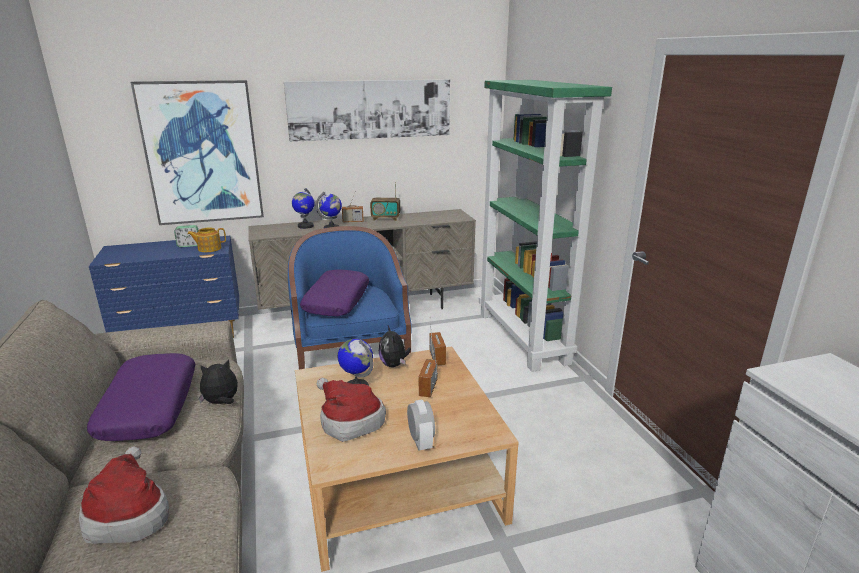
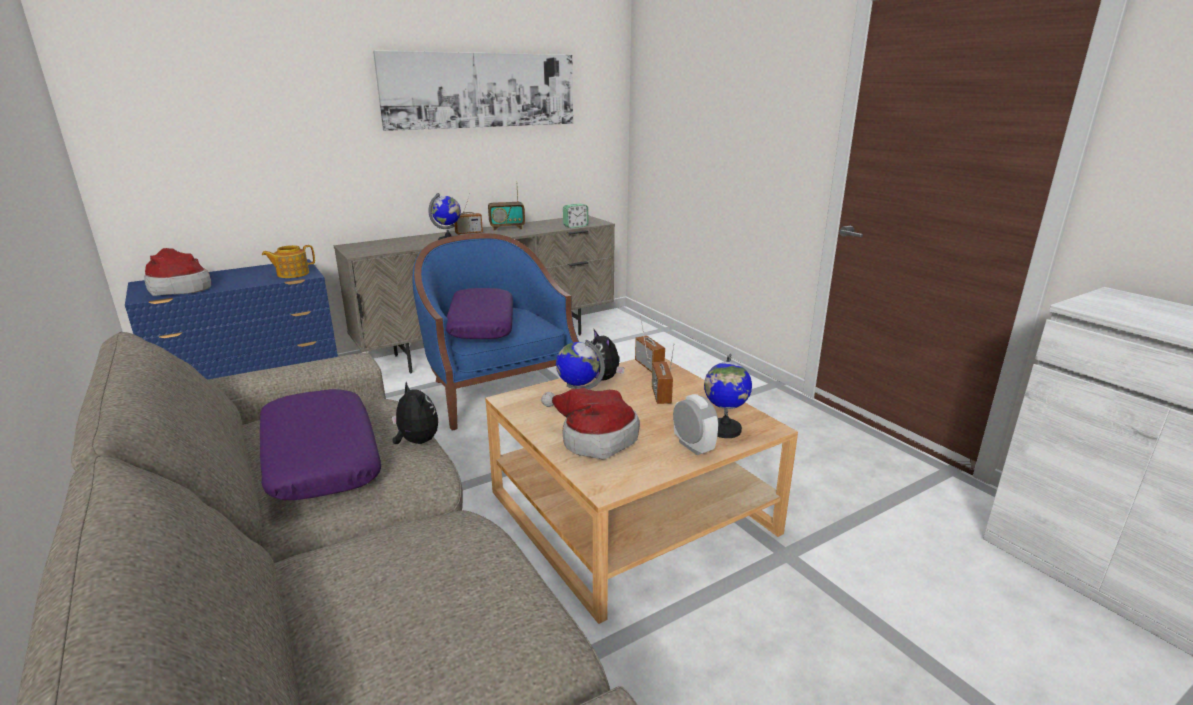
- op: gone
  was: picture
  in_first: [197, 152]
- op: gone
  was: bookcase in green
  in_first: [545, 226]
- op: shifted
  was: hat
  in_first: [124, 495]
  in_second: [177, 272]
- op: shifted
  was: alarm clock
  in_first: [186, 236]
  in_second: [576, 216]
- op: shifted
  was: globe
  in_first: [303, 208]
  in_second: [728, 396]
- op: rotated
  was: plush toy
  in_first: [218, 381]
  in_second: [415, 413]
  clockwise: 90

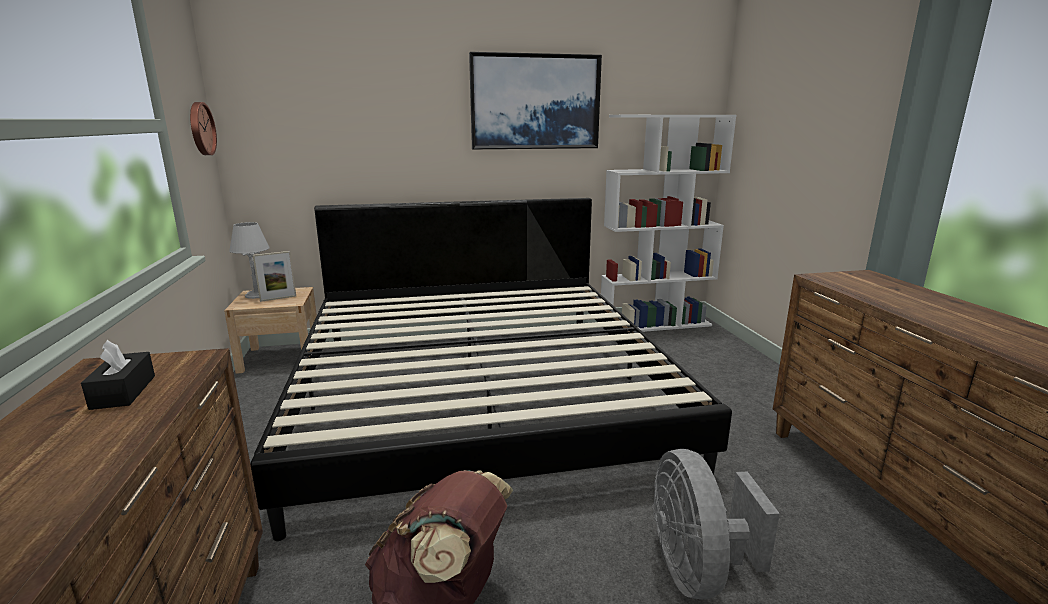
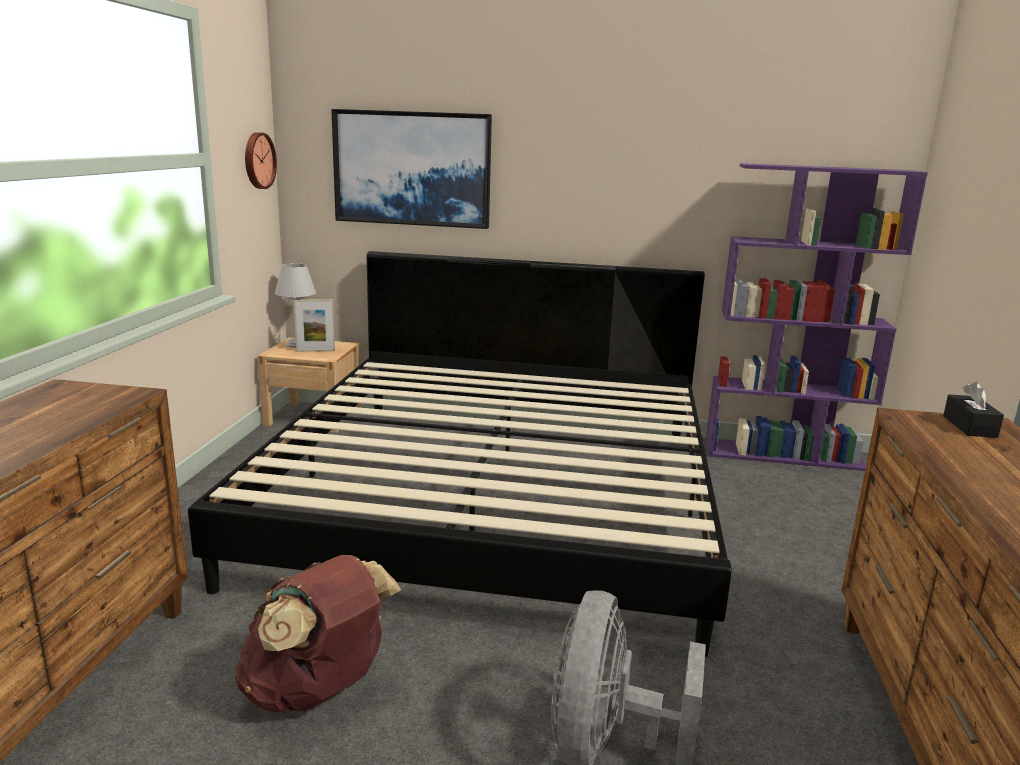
- op: shifted
  was: tissue box in black
  in_first: [118, 375]
  in_second: [973, 409]
- op: shifted
  was: picture
  in_first: [535, 100]
  in_second: [411, 169]
- op: repainted
  was: bookcase in white
  now: bookcase in purple
  in_first: [668, 223]
  in_second: [816, 317]

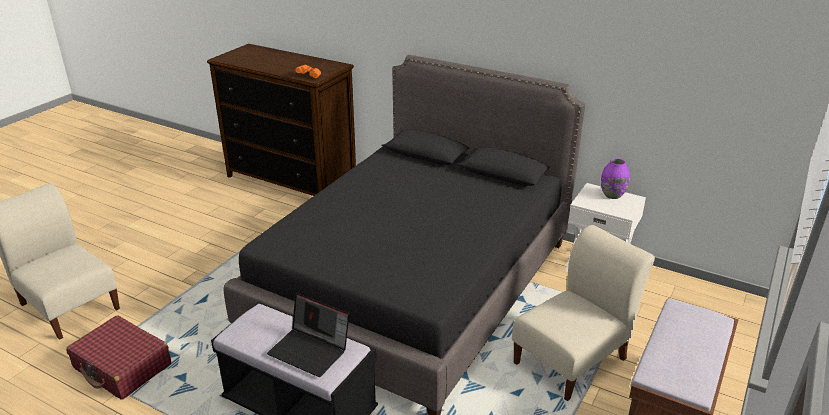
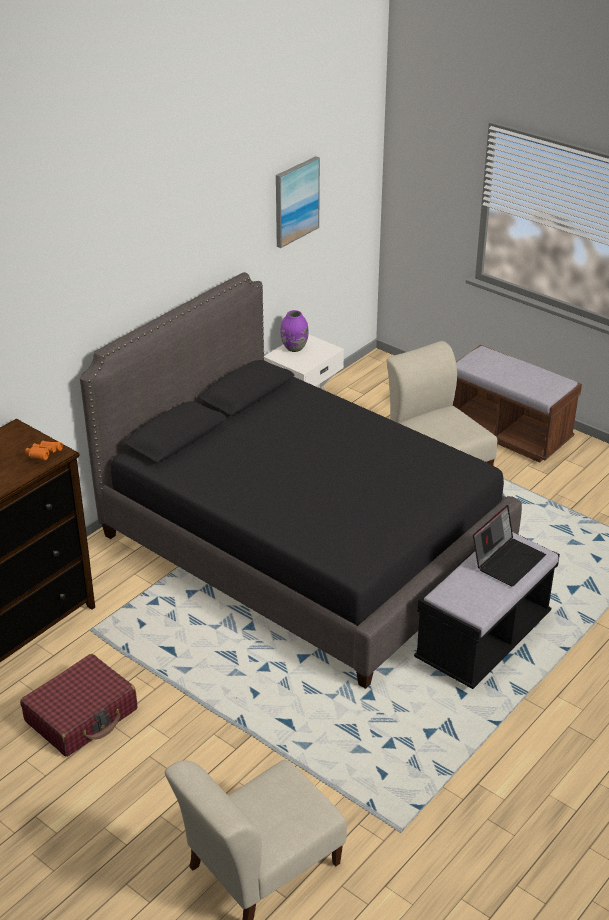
- op: new
  now: picture
  in_second: [298, 202]
- op: shifted
  was: suitcase in red
  in_first: [118, 357]
  in_second: [78, 705]

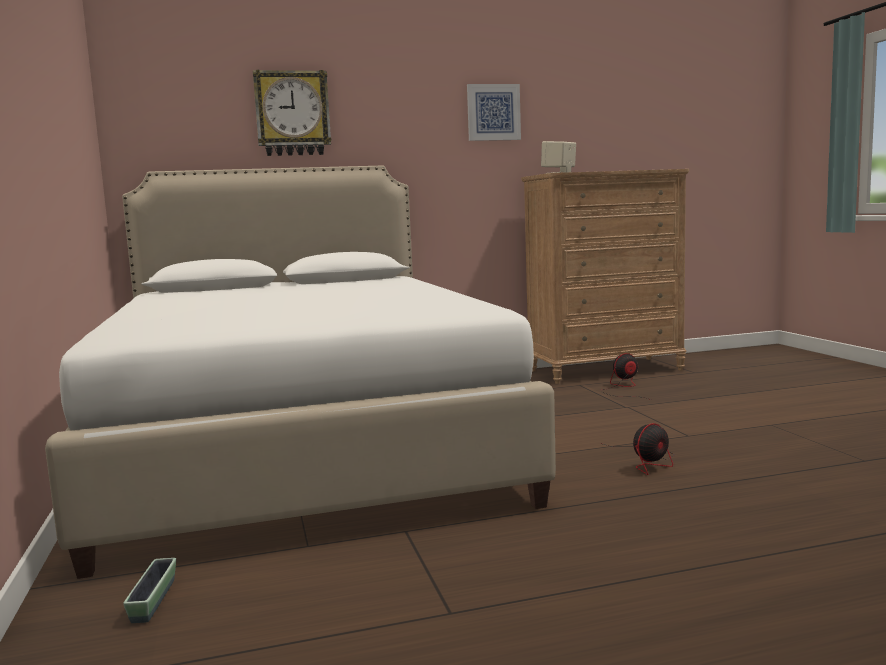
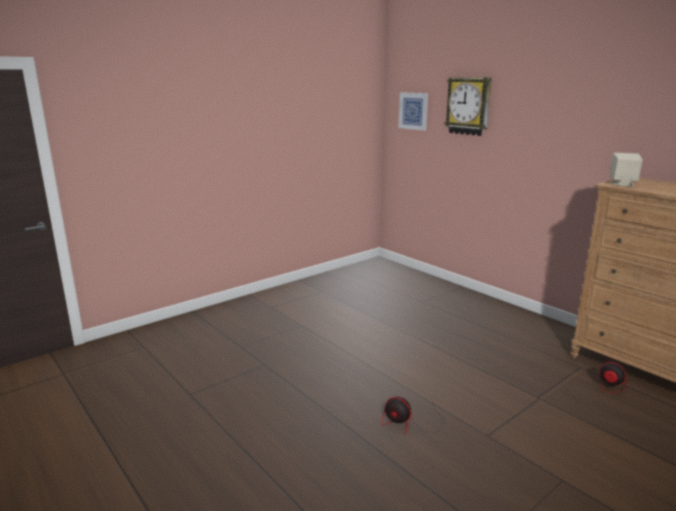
- op: gone
  was: bed in white
  in_first: [300, 372]
- op: gone
  was: planter
  in_first: [149, 590]
- op: shifted
  was: picture
  in_first: [494, 112]
  in_second: [413, 111]

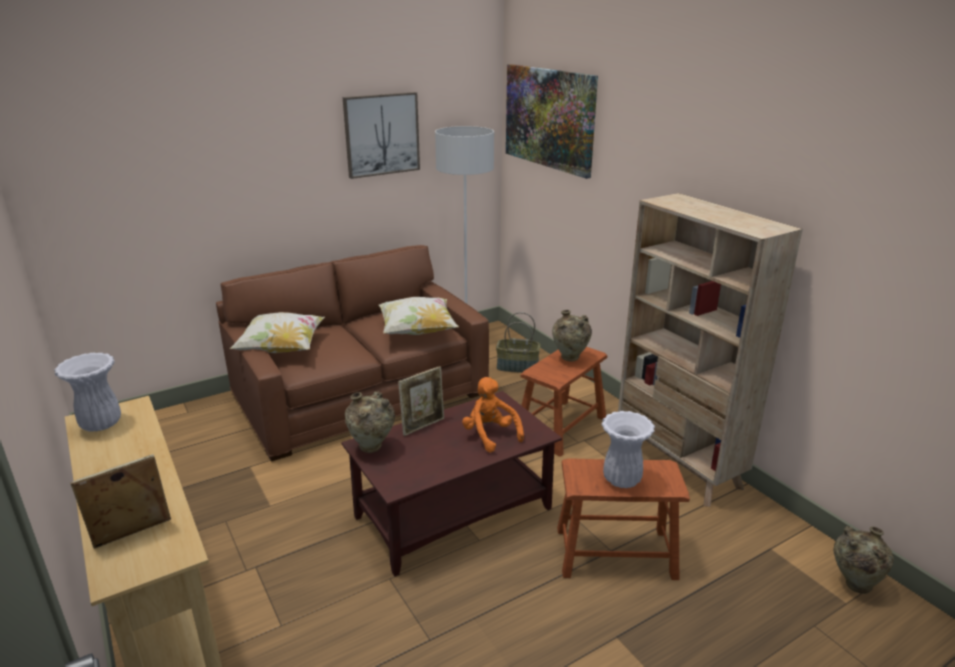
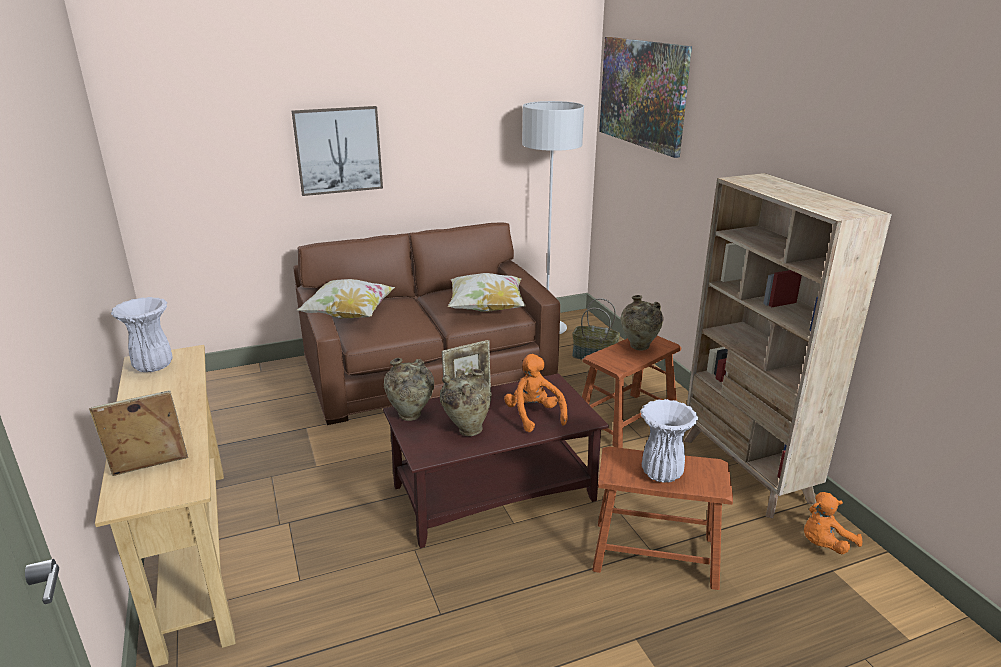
- op: new
  now: plush toy in orange
  in_second: [833, 523]
- op: shifted
  was: picture
  in_first: [381, 135]
  in_second: [337, 151]
- op: shifted
  was: vase in beige
  in_first: [863, 560]
  in_second: [466, 402]

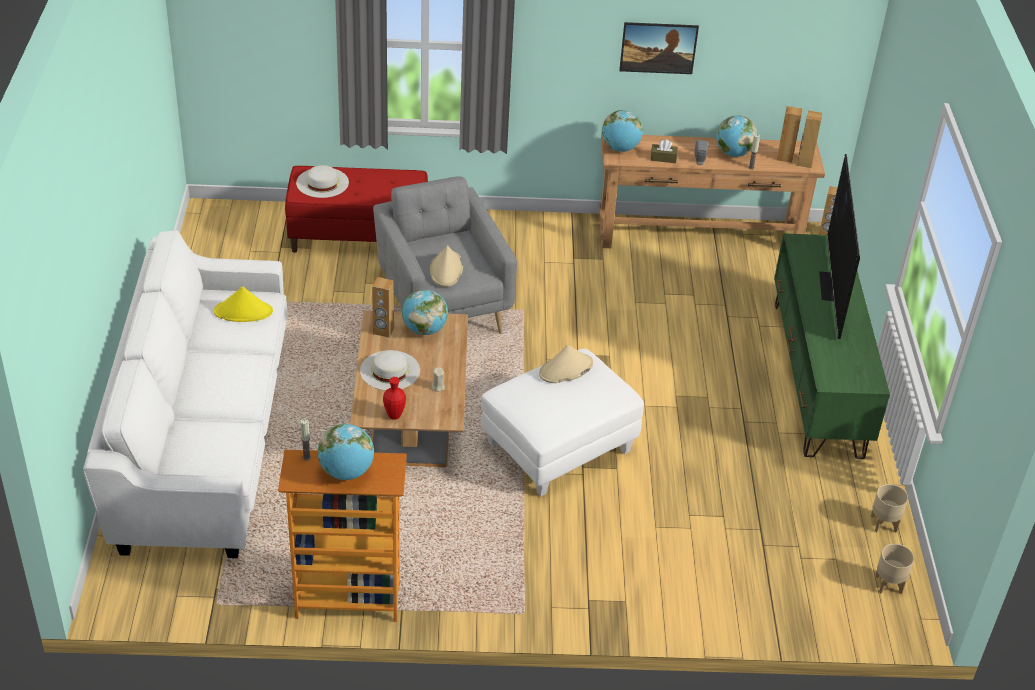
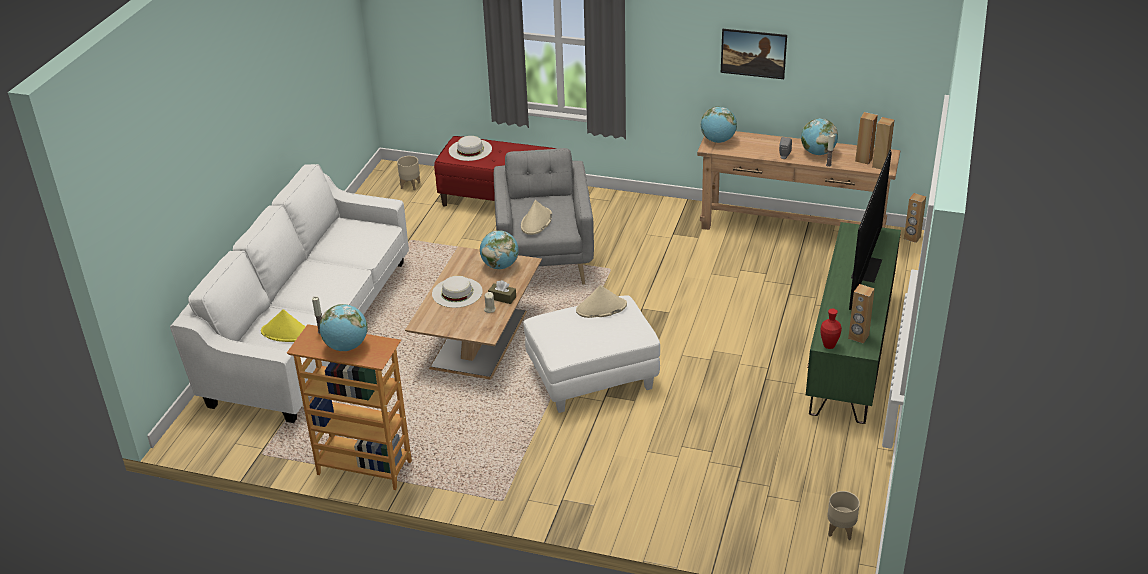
- op: shifted
  was: hat in yellow
  in_first: [243, 304]
  in_second: [283, 325]
- op: shifted
  was: speaker in brown
  in_first: [383, 307]
  in_second: [861, 314]
- op: shifted
  was: vase in red
  in_first: [394, 398]
  in_second: [831, 329]
- op: shifted
  was: tissue box in brown
  in_first: [664, 151]
  in_second: [502, 292]
- op: shifted
  was: planter in beige
  in_first: [889, 508]
  in_second: [408, 173]

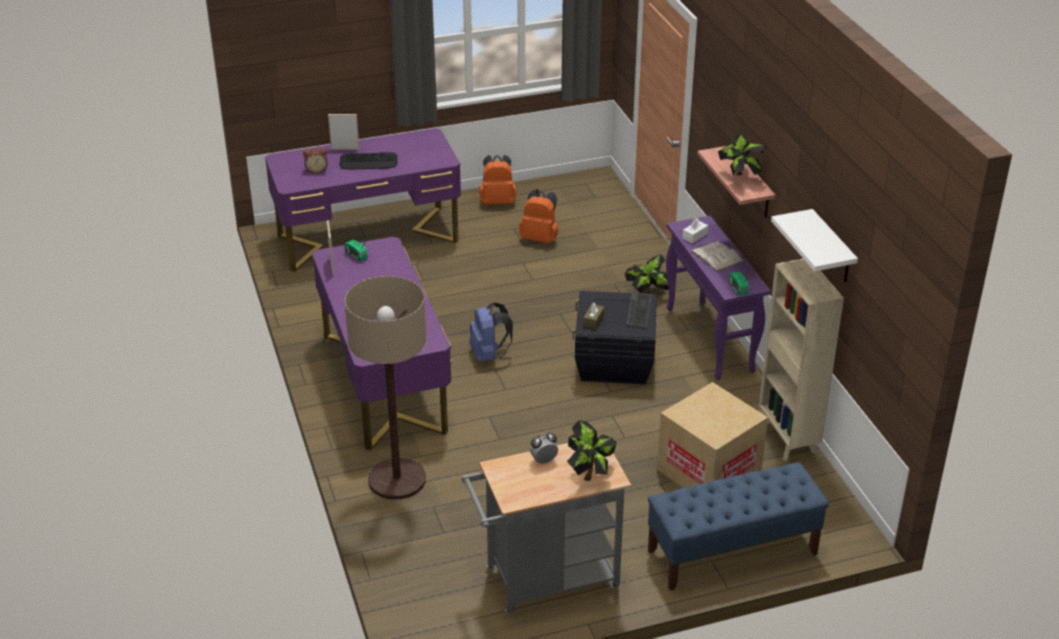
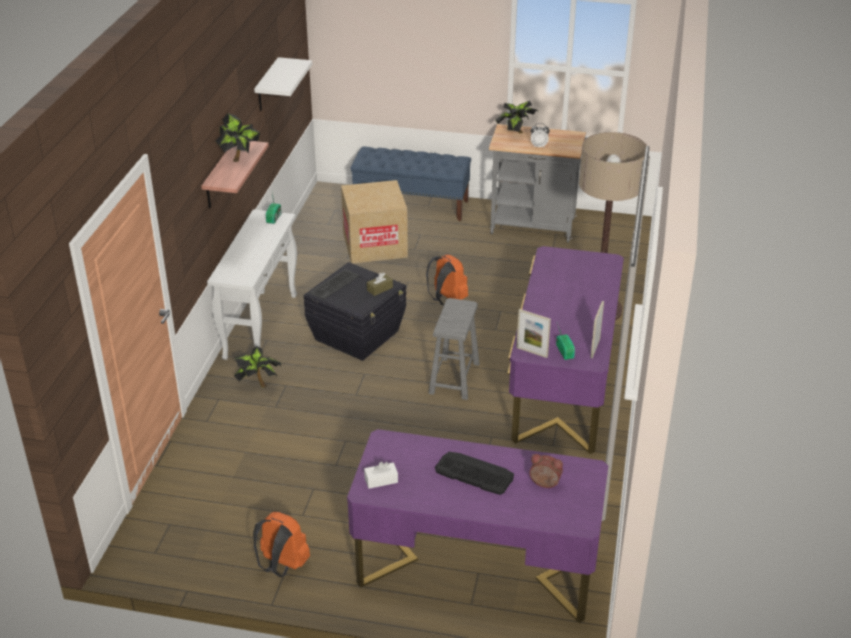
- op: gone
  was: book in white
  in_first: [717, 256]
- op: gone
  was: bookcase in beige
  in_first: [801, 360]
- op: shifted
  was: picture frame
  in_first: [343, 132]
  in_second: [533, 333]
- op: shifted
  was: backpack in orange
  in_first: [538, 216]
  in_second: [447, 280]
- op: shifted
  was: tissue box in white
  in_first: [695, 230]
  in_second: [381, 475]
- op: swapped
  was: backpack in blue
  now: stool in grey
  in_first: [491, 332]
  in_second: [454, 349]
- op: repainted
  was: console table in purple
  now: console table in white
  in_first: [718, 298]
  in_second: [252, 284]

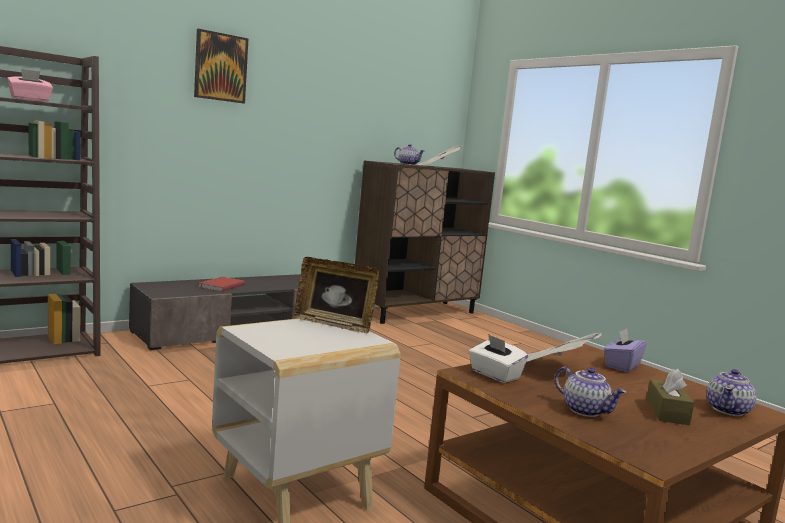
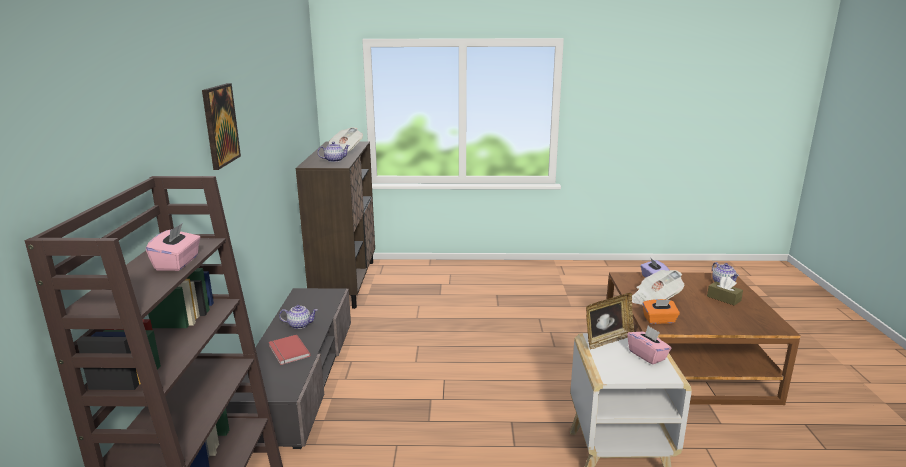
- op: new
  now: tissue box in pink
  in_second: [649, 345]
- op: shifted
  was: teapot
  in_first: [591, 392]
  in_second: [298, 317]
- op: repainted
  was: tissue box in white
  now: tissue box in orange
  in_first: [498, 358]
  in_second: [661, 311]

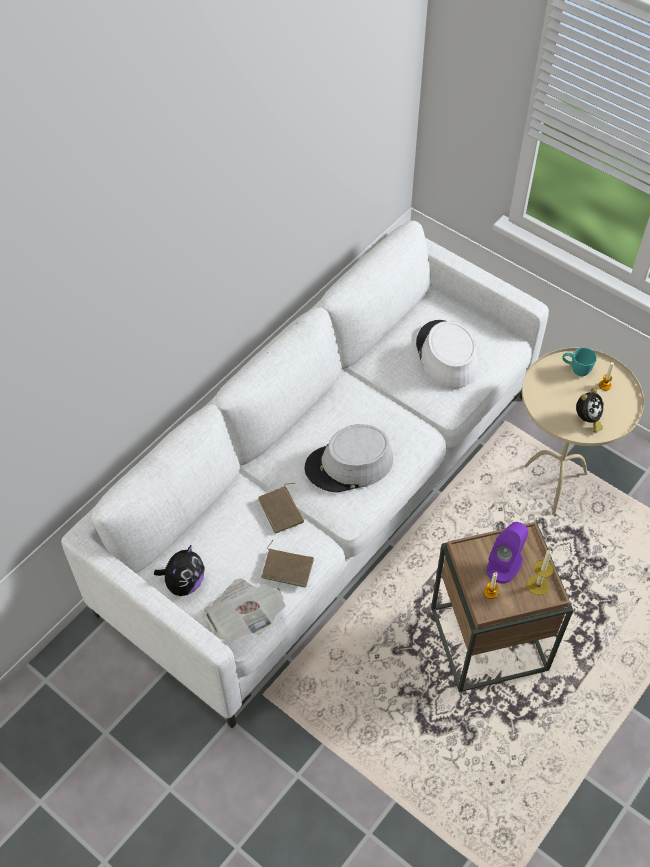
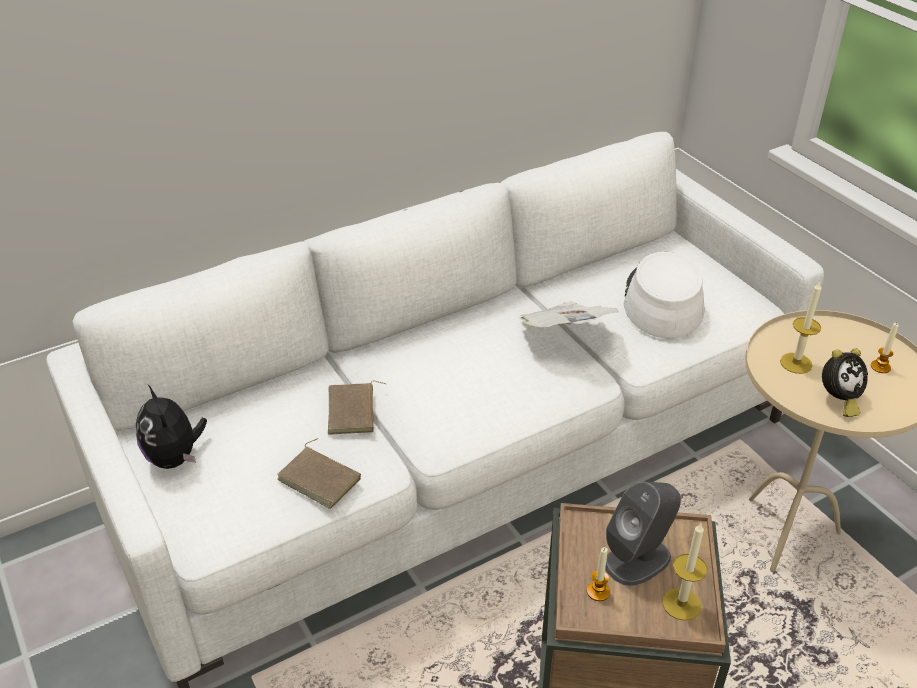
- op: gone
  was: hat in grey
  in_first: [348, 458]
- op: gone
  was: mug in turquoise
  in_first: [580, 361]
- op: new
  now: candle
  in_second: [801, 328]
- op: shifted
  was: newspaper
  in_first: [245, 610]
  in_second: [569, 314]
- op: repainted
  was: speaker in purple
  now: speaker in grey
  in_first: [507, 553]
  in_second: [643, 533]
- op: rotated
  was: plush toy
  in_first: [179, 570]
  in_second: [171, 427]
  clockwise: 105

